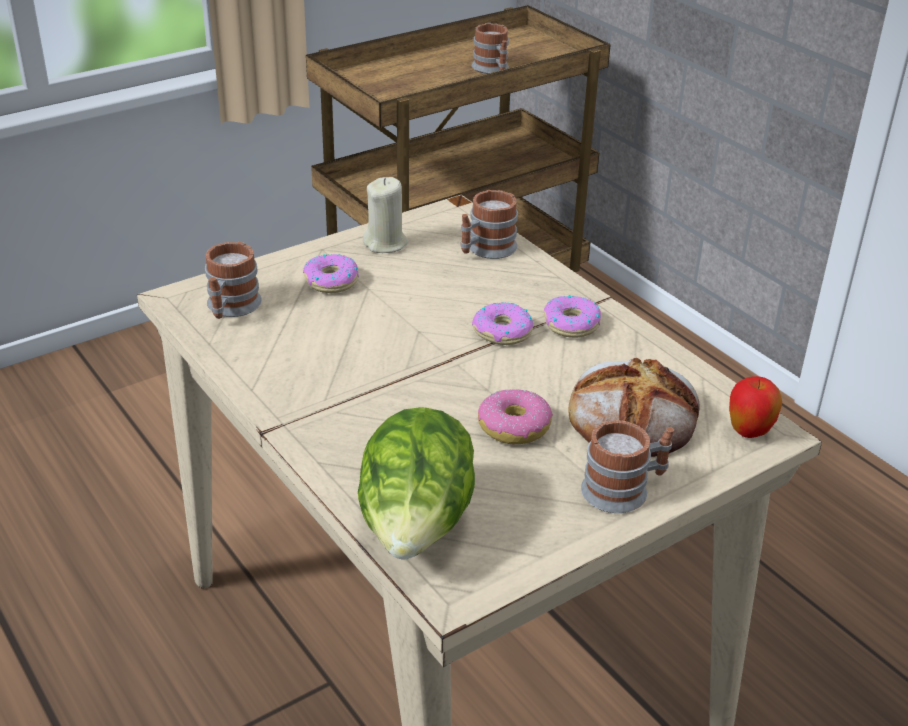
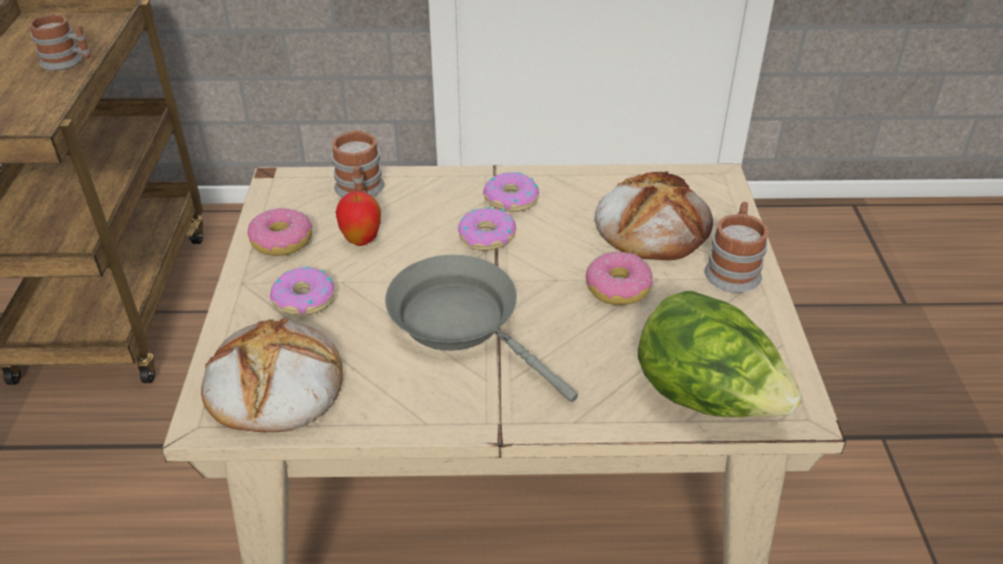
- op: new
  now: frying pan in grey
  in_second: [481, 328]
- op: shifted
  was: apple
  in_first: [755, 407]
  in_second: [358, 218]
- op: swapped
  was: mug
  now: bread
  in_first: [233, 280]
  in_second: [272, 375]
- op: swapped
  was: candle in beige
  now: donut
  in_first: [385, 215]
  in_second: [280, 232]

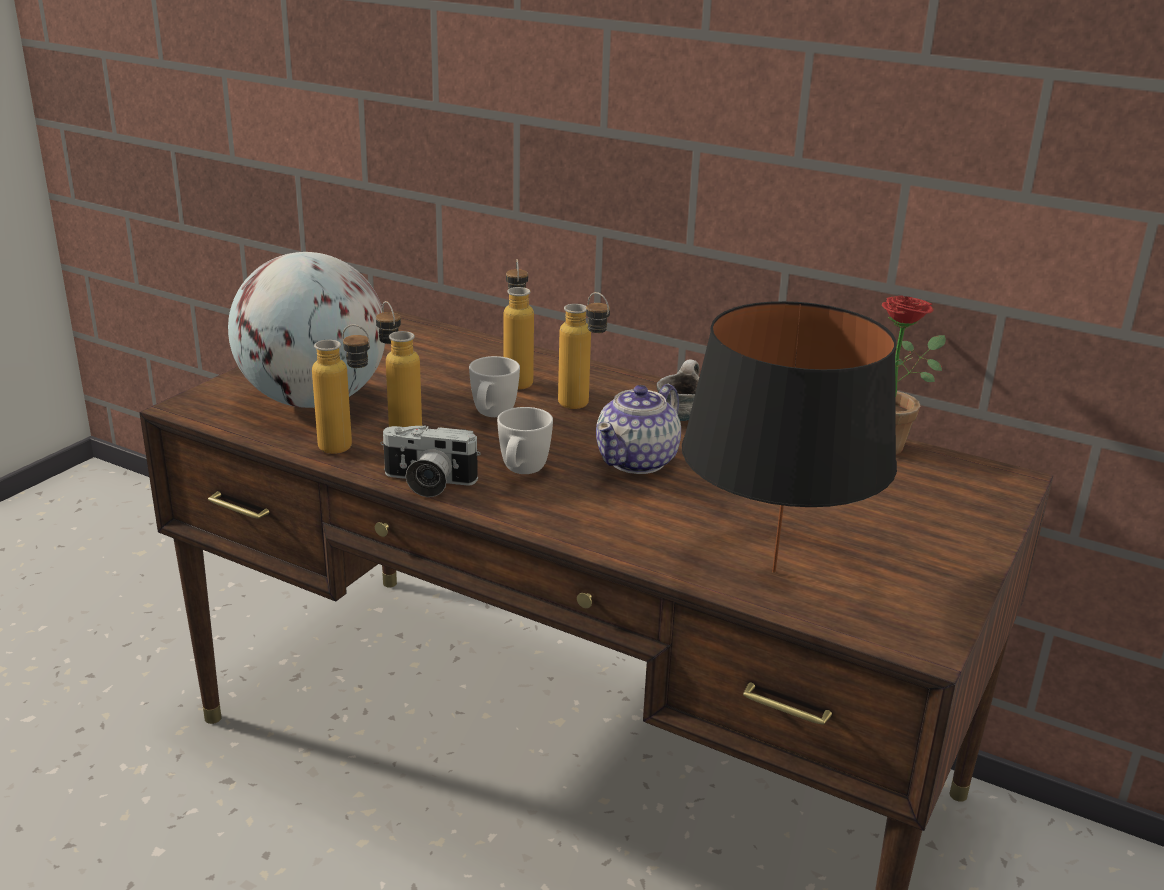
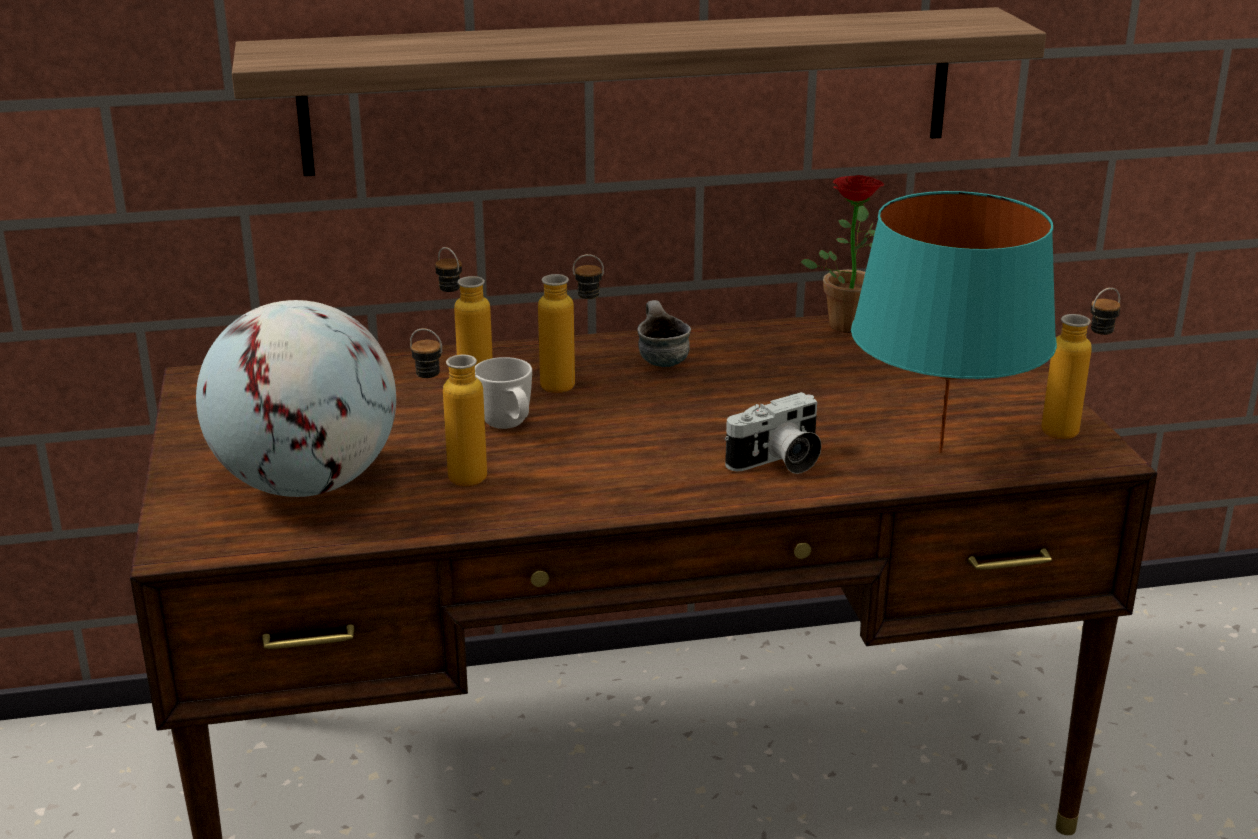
- op: gone
  was: mug in white
  in_first: [525, 440]
- op: gone
  was: teapot
  in_first: [638, 429]
- op: new
  now: shelf
  in_second: [639, 91]
- op: shifted
  was: bottle
  in_first: [341, 389]
  in_second: [1080, 363]
- op: shifted
  was: photo camera
  in_first: [430, 461]
  in_second: [773, 433]
- op: repainted
  was: table lamp in black
  now: table lamp in turquoise
  in_first: [789, 437]
  in_second: [954, 322]

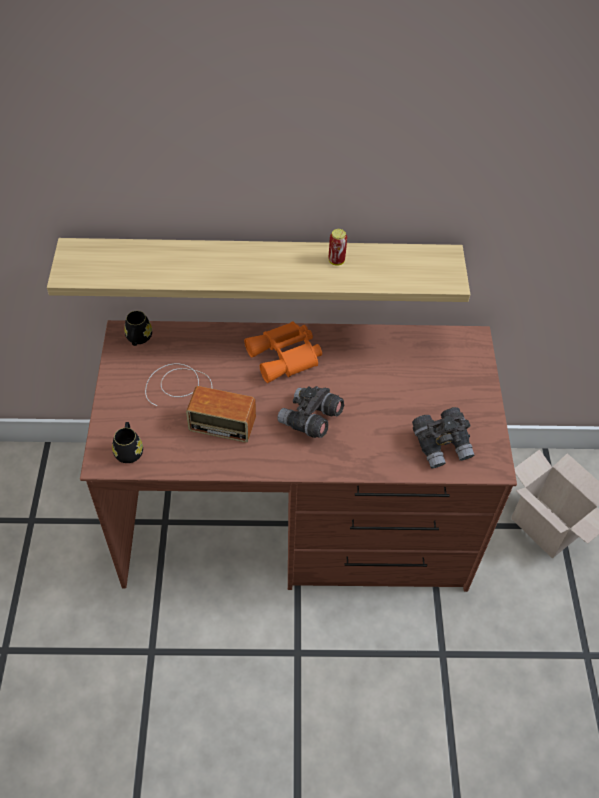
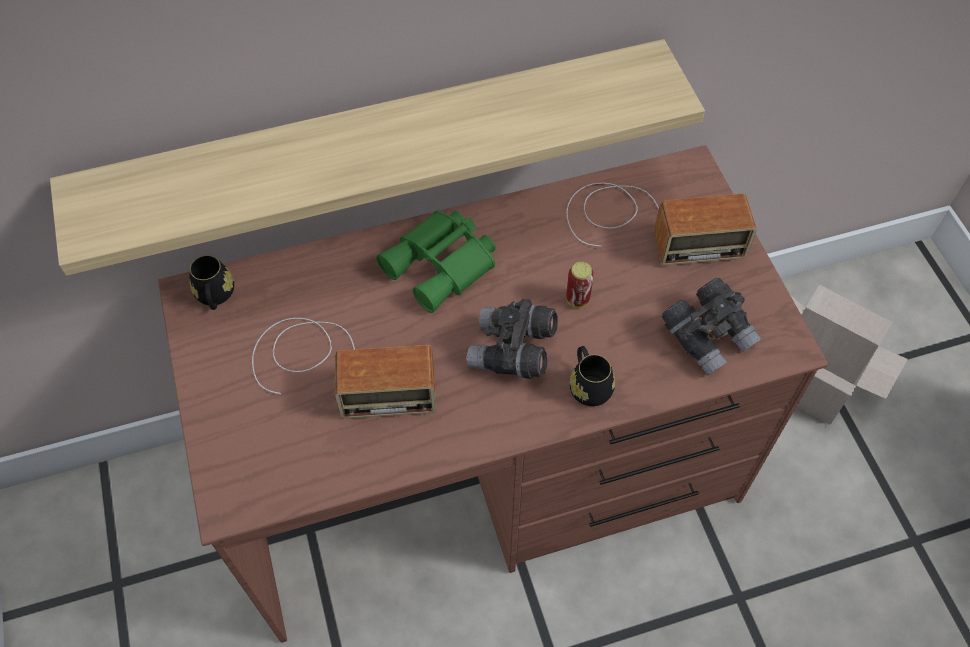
- op: new
  now: radio
  in_second: [661, 224]
- op: shifted
  was: mug in black
  in_first: [127, 442]
  in_second: [592, 376]
- op: shifted
  was: can
  in_first: [338, 247]
  in_second: [580, 285]
- op: repainted
  was: binoculars in orange
  now: binoculars in green
  in_first: [283, 352]
  in_second: [436, 261]

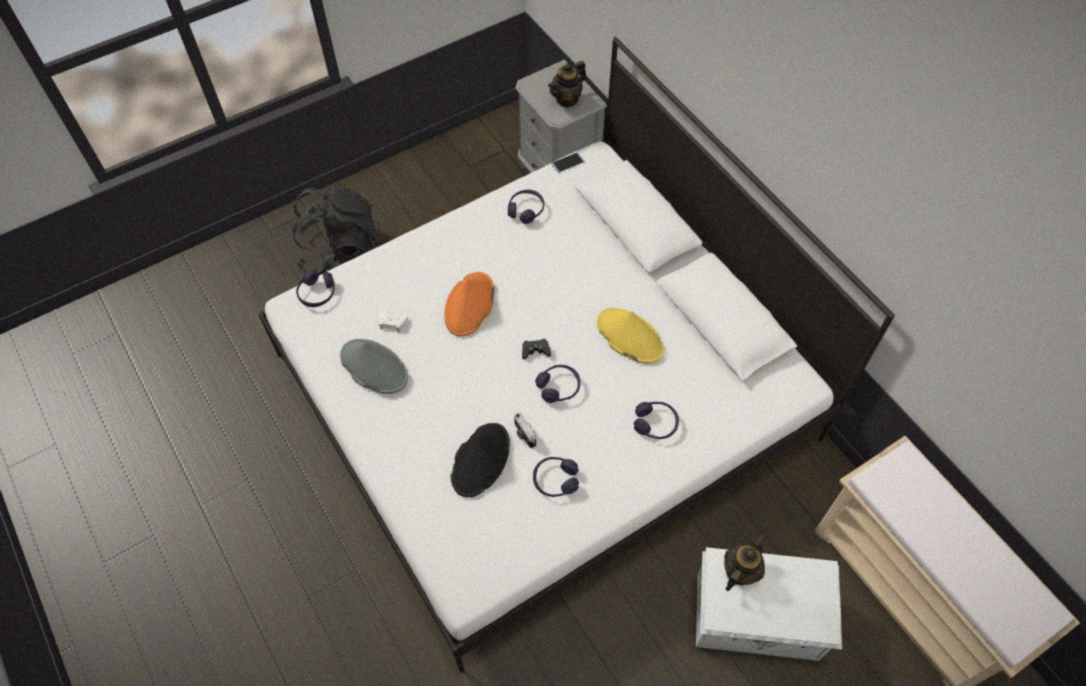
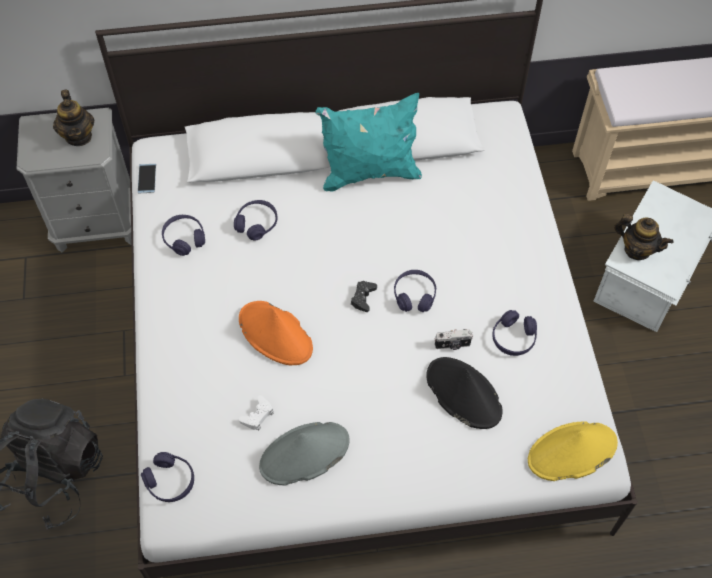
- op: new
  now: pillow in turquoise
  in_second: [368, 142]
- op: shifted
  was: hat in yellow
  in_first: [630, 335]
  in_second: [573, 451]
- op: shifted
  was: headphones in purple
  in_first: [656, 420]
  in_second: [256, 220]
- op: rotated
  was: teapot
  in_first: [745, 562]
  in_second: [643, 237]
  clockwise: 150

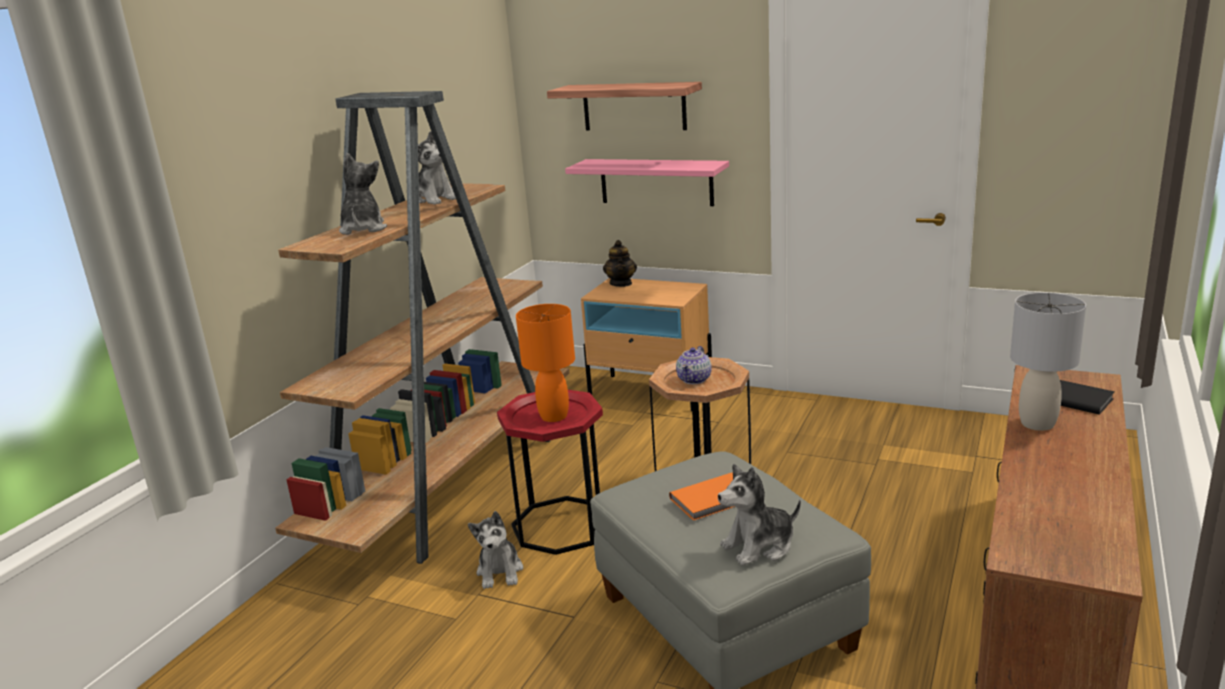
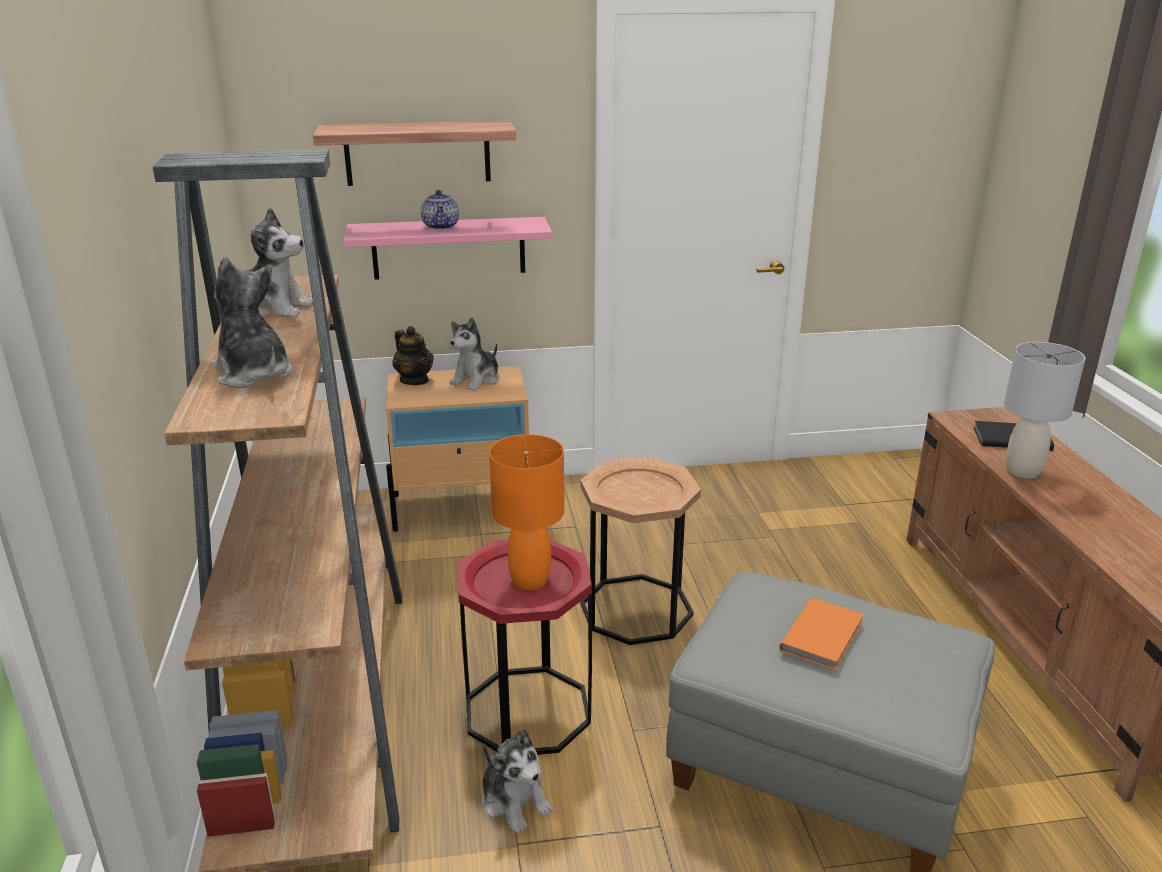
- op: shifted
  was: teapot
  in_first: [693, 365]
  in_second: [440, 210]
- op: shifted
  was: plush toy
  in_first: [759, 515]
  in_second: [474, 354]

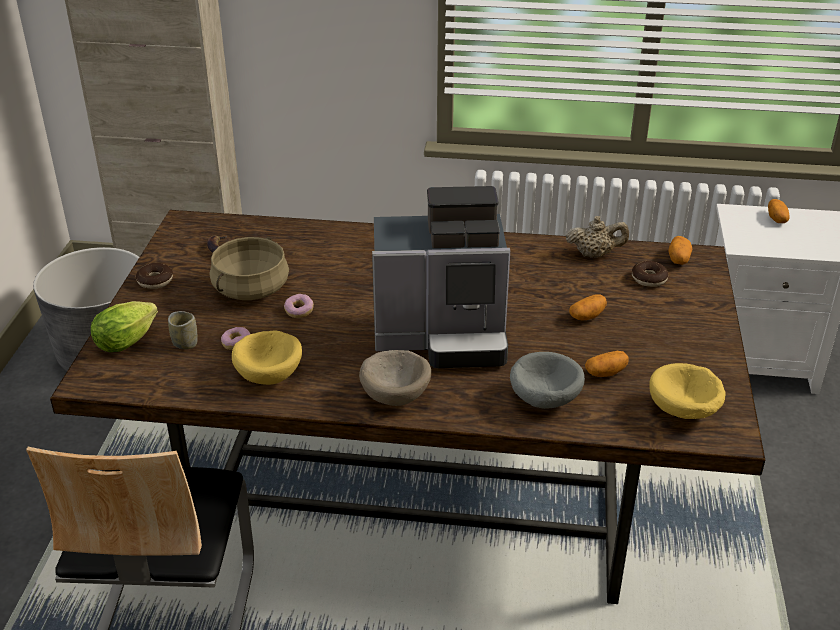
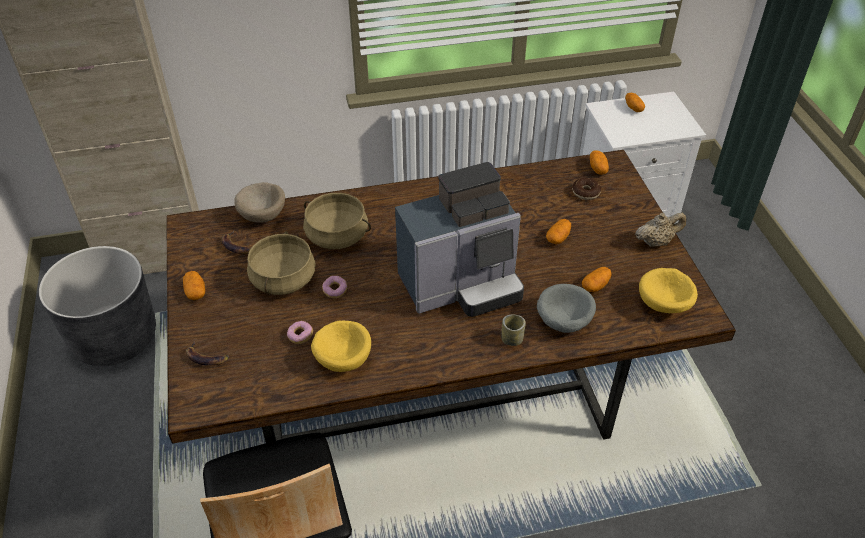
- op: new
  now: cooking pot in beige
  in_second: [337, 221]
- op: shifted
  was: cup
  in_first: [183, 330]
  in_second: [513, 330]
- op: shifted
  was: bowl in beige
  in_first: [395, 378]
  in_second: [259, 202]
- op: shifted
  was: teapot in beige
  in_first: [597, 237]
  in_second: [660, 229]
- op: swapped
  was: lettuce
  now: banana
  in_first: [124, 326]
  in_second: [207, 353]
- op: swapped
  was: donut
  now: potato
  in_first: [154, 276]
  in_second: [194, 285]

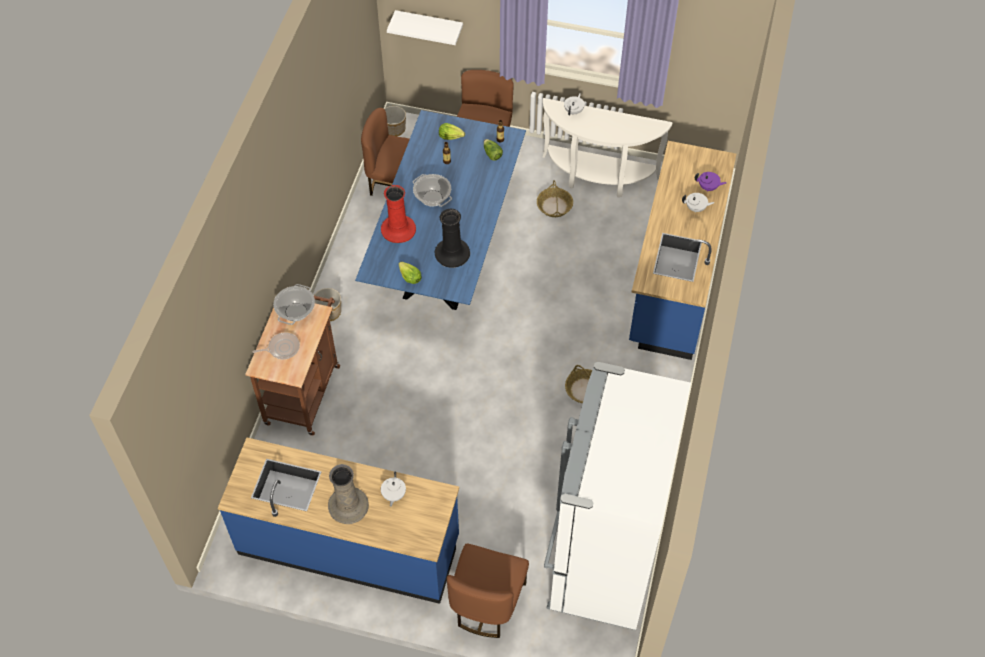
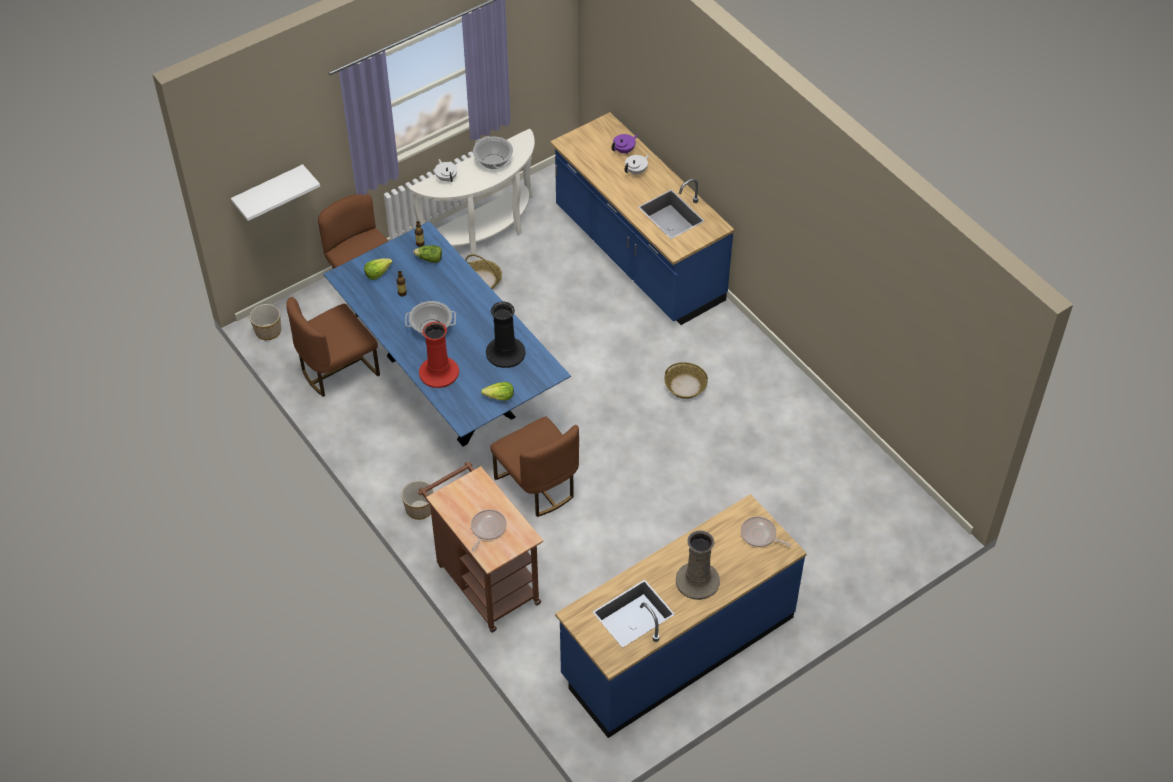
- op: gone
  was: teapot in white
  in_first: [393, 489]
- op: gone
  was: fridge in white
  in_first: [617, 496]
- op: new
  now: frying pan
  in_second: [766, 531]
- op: shifted
  was: cooking pot
  in_first: [294, 304]
  in_second: [493, 152]
- op: shifted
  was: chair in brown
  in_first: [488, 591]
  in_second: [534, 466]

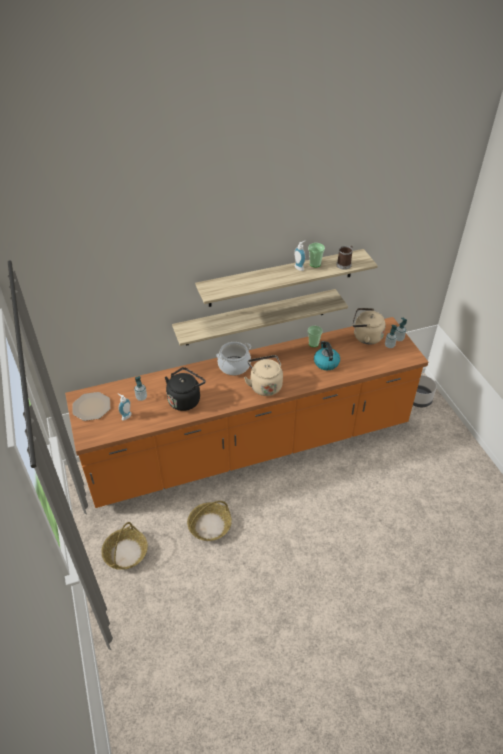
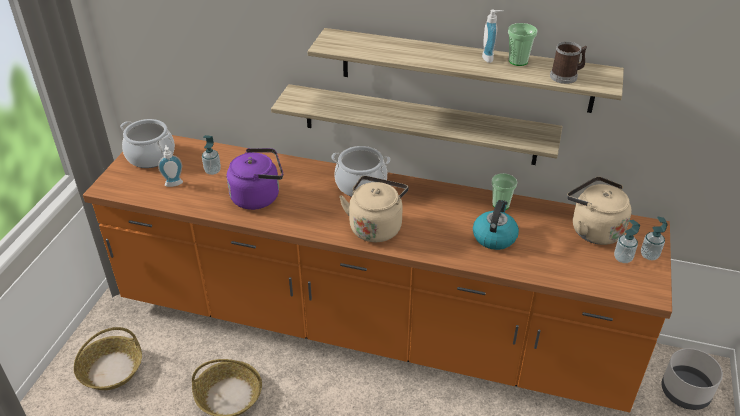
- op: swapped
  was: plate
  now: cooking pot
  in_first: [91, 406]
  in_second: [147, 143]
- op: repainted
  was: kettle in black
  now: kettle in purple
  in_first: [185, 389]
  in_second: [255, 179]

